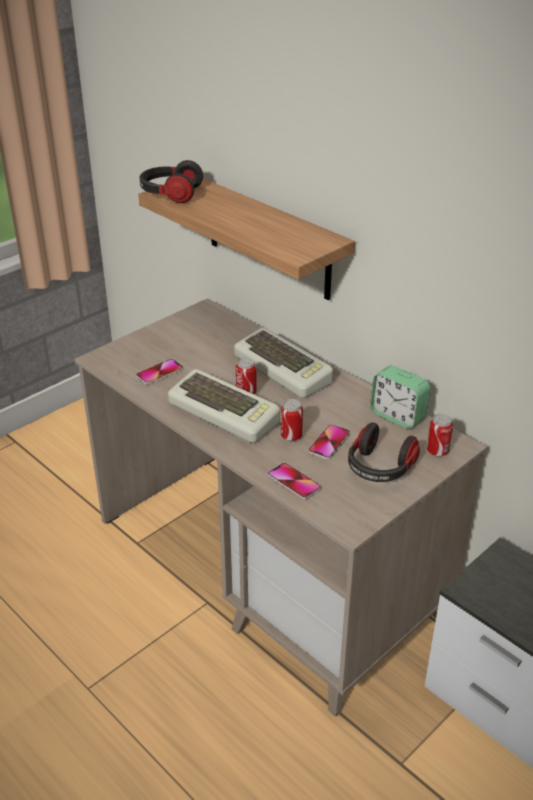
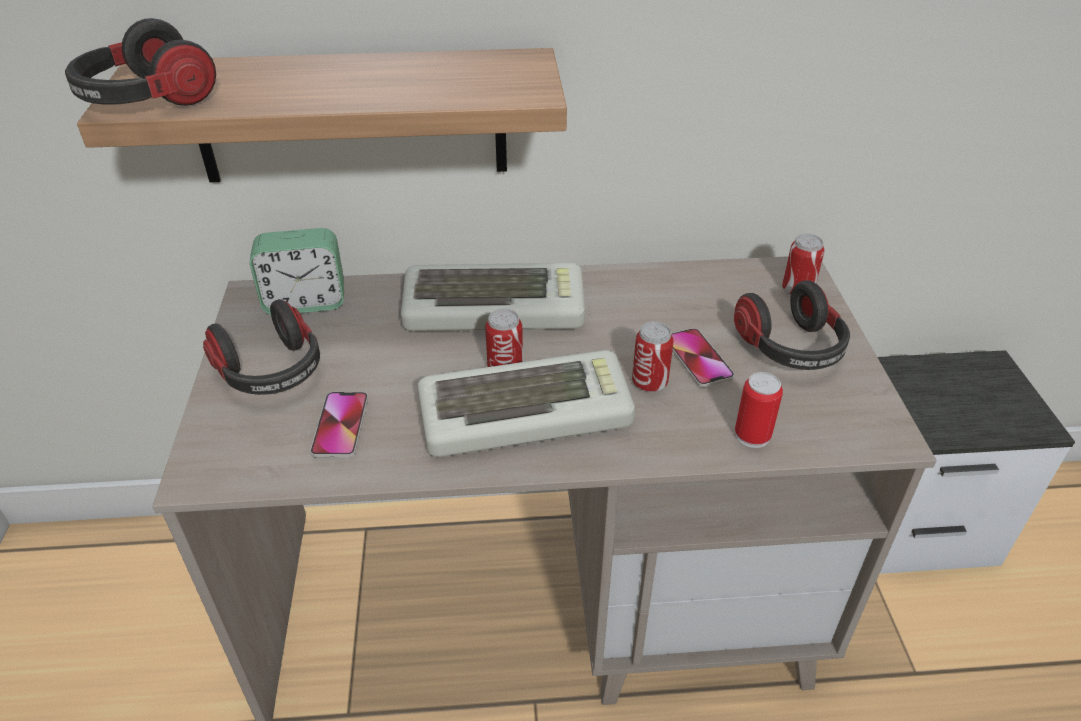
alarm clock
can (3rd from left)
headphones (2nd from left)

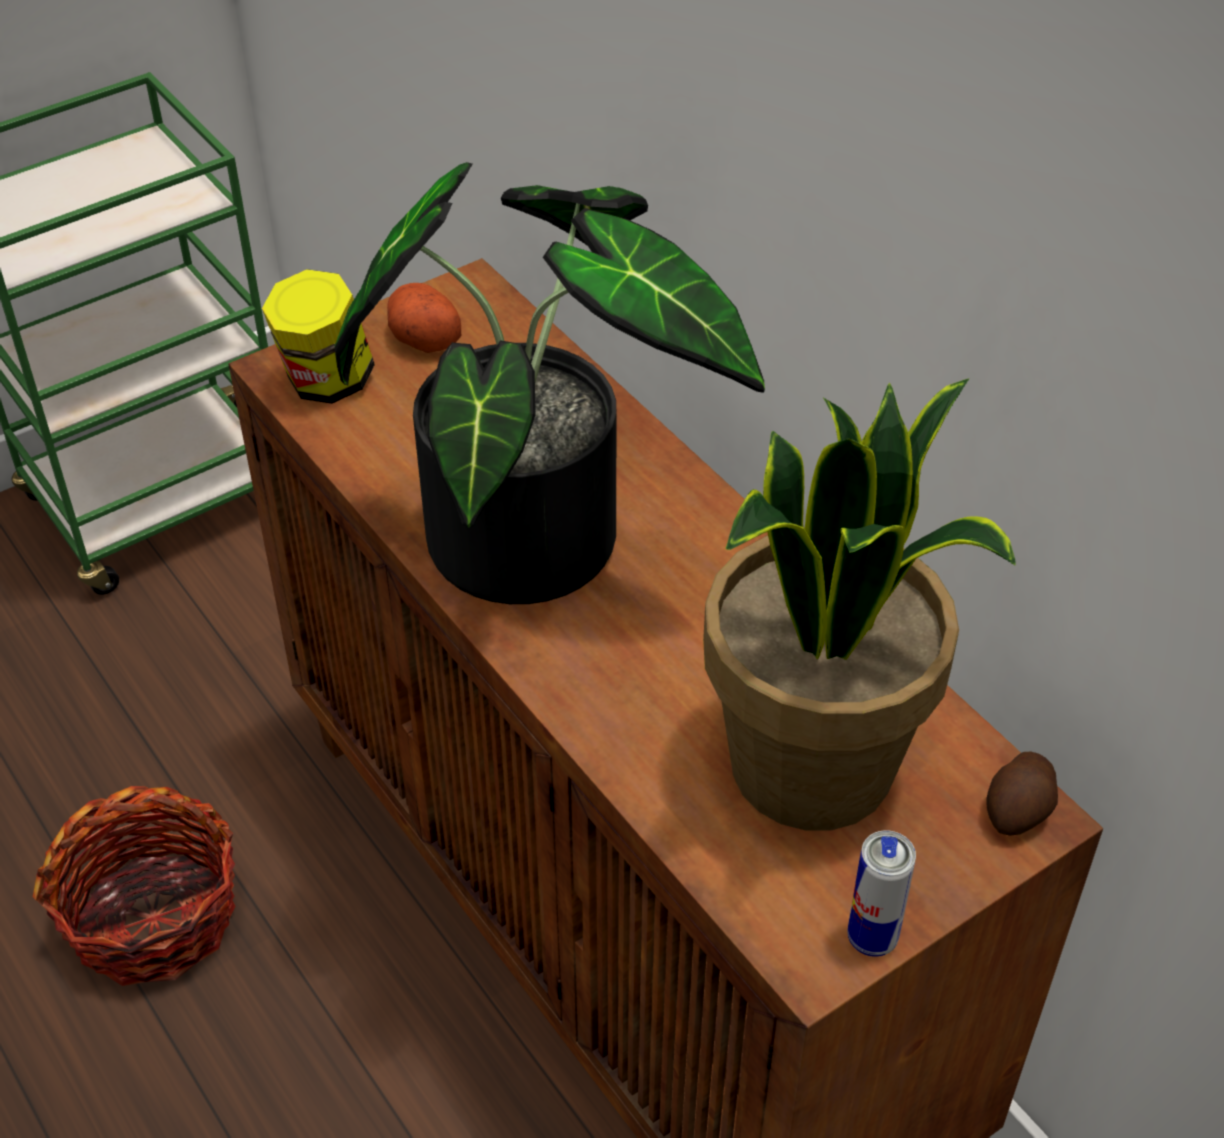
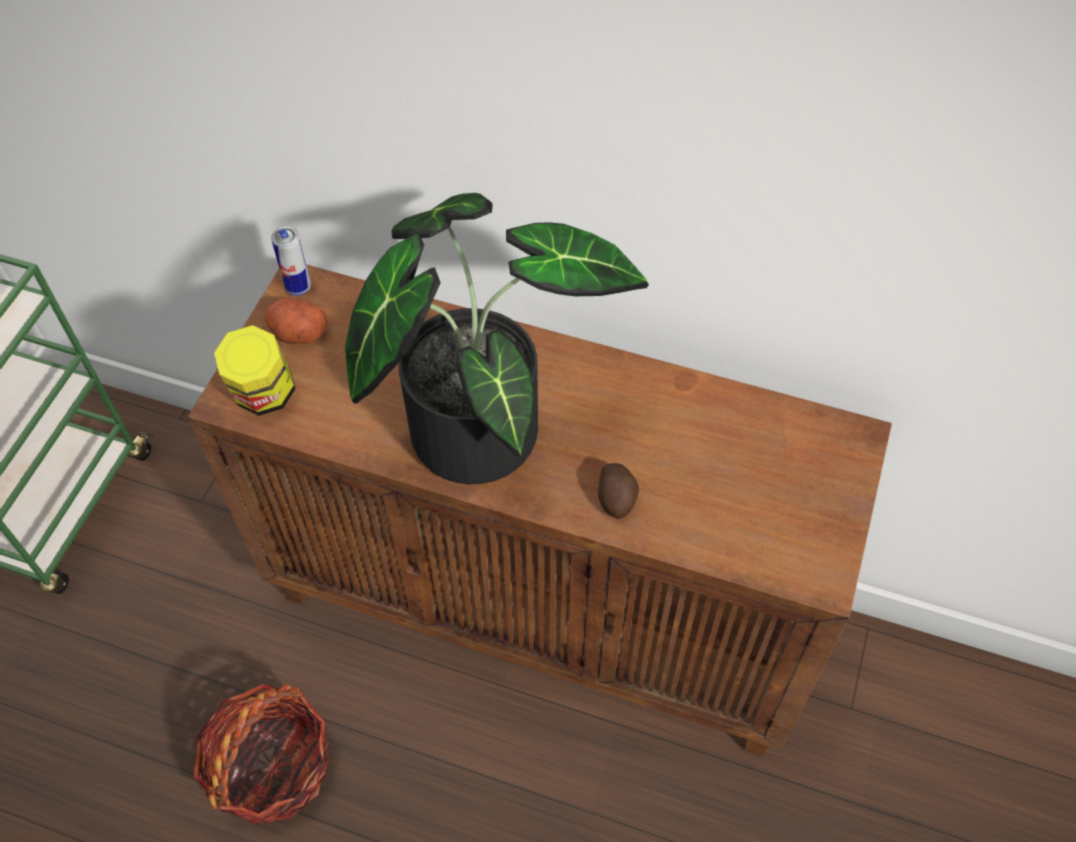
potted plant (2nd from left in the first image)
potato (2nd from left)
can

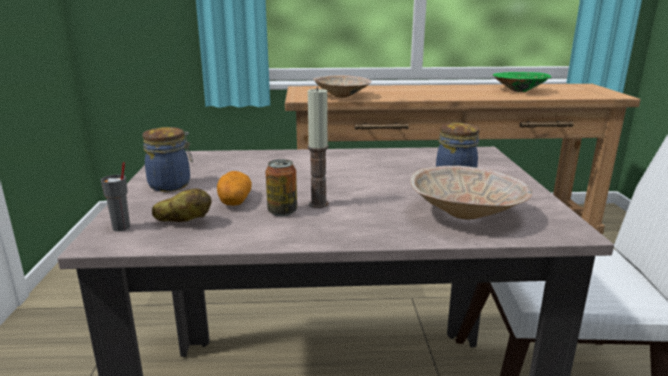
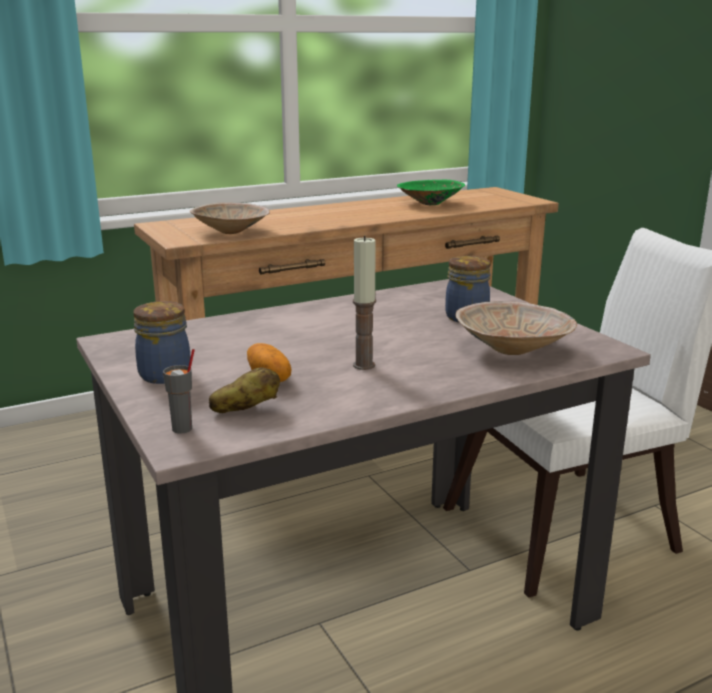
can

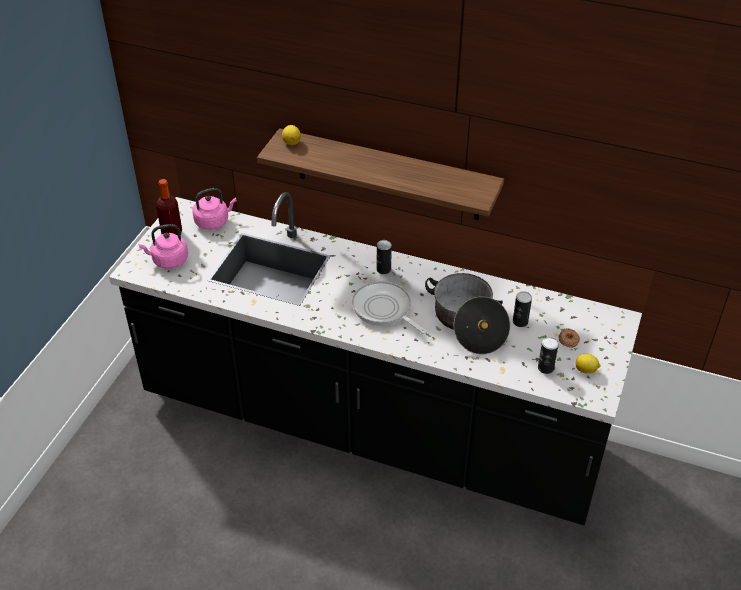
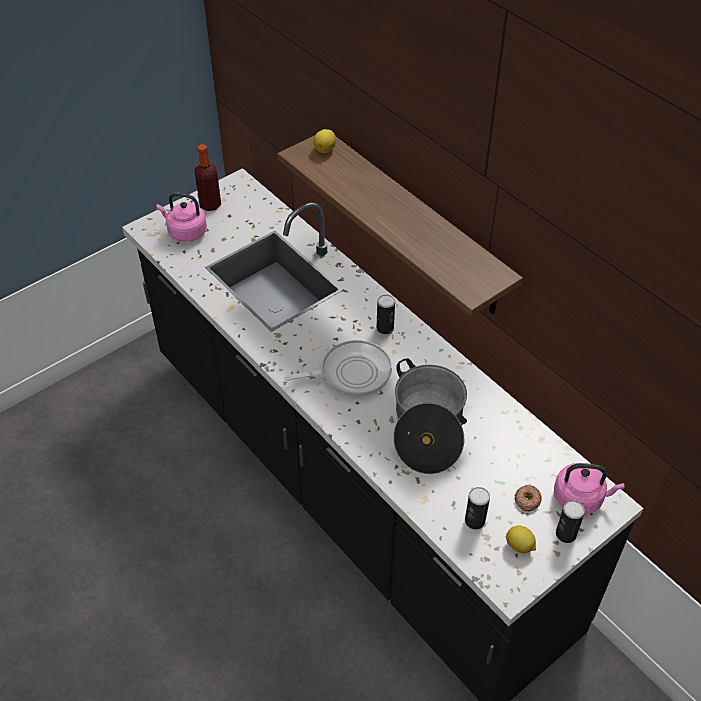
pink kettle (2nd from left)
frying pan
can (3rd from left)

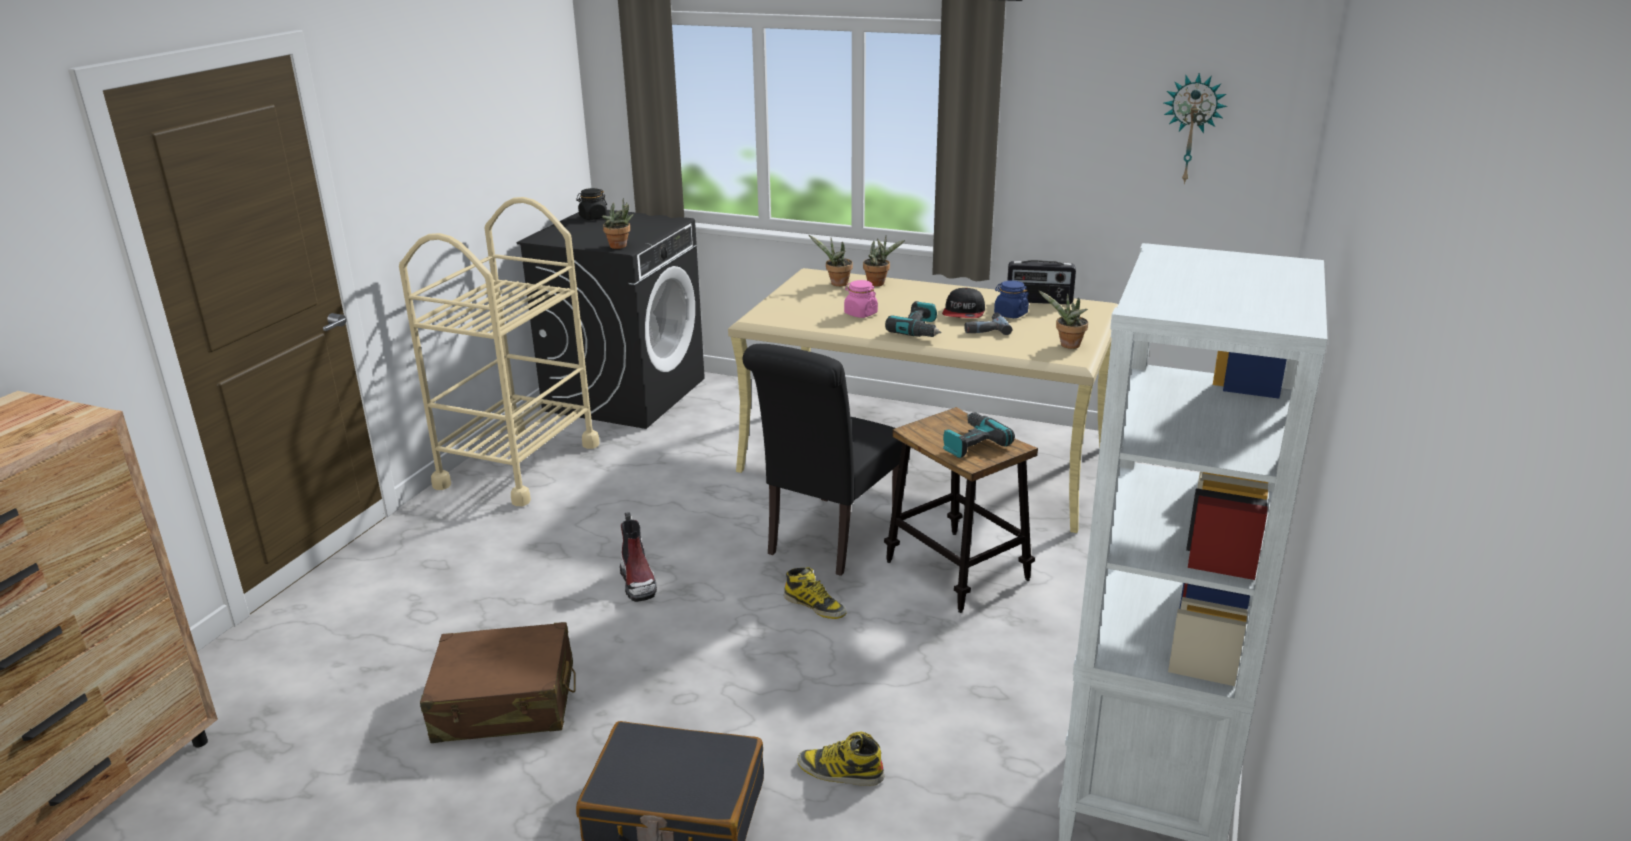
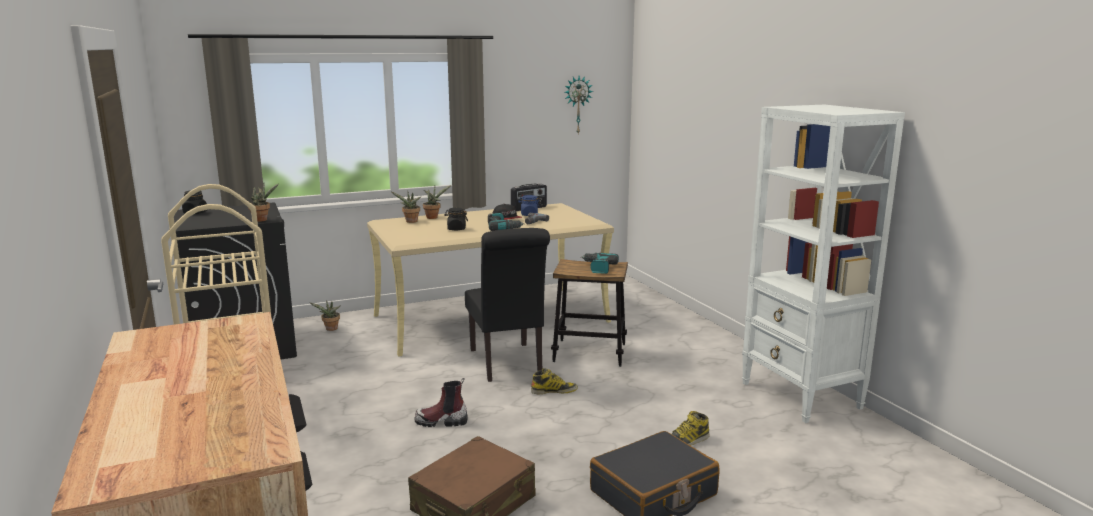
black jar (2nd from left)
potted plant (2nd from left)
boot (1st from left)

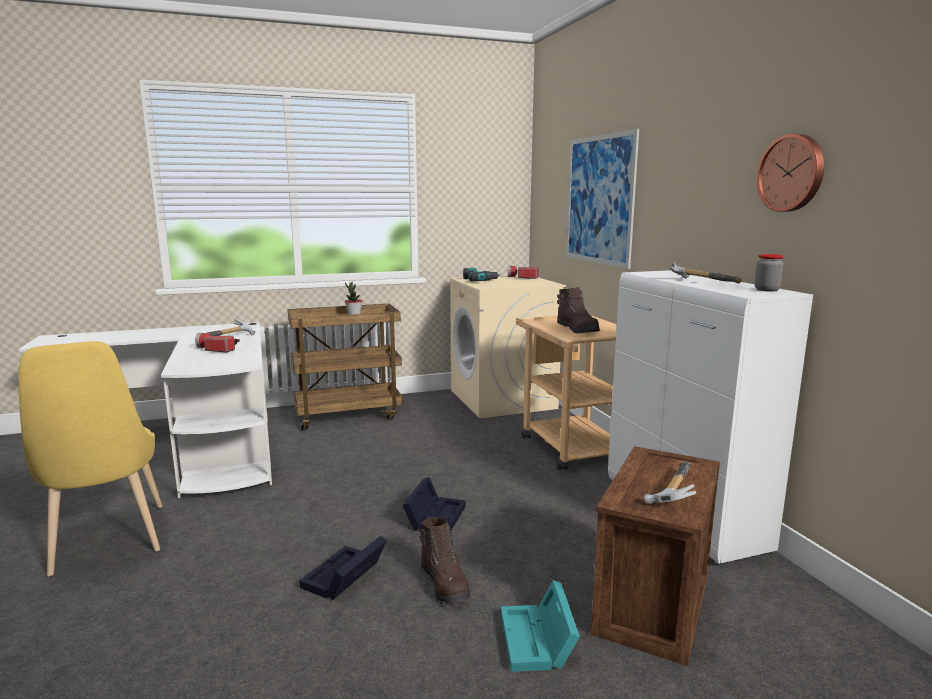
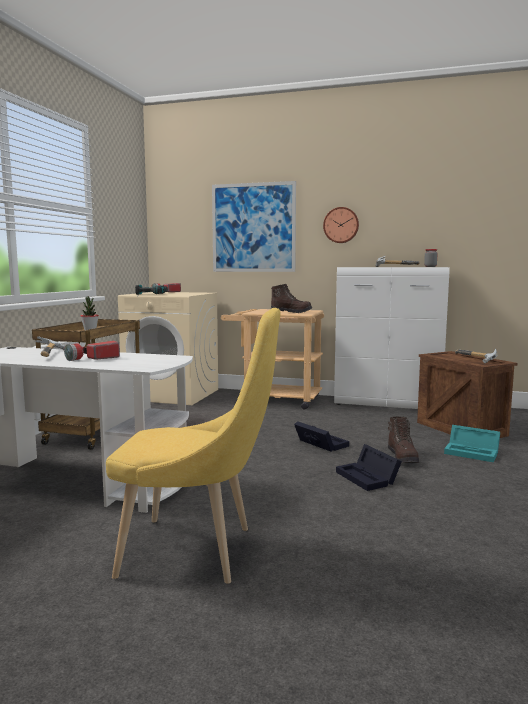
wall clock
brown boot (2nd from left)

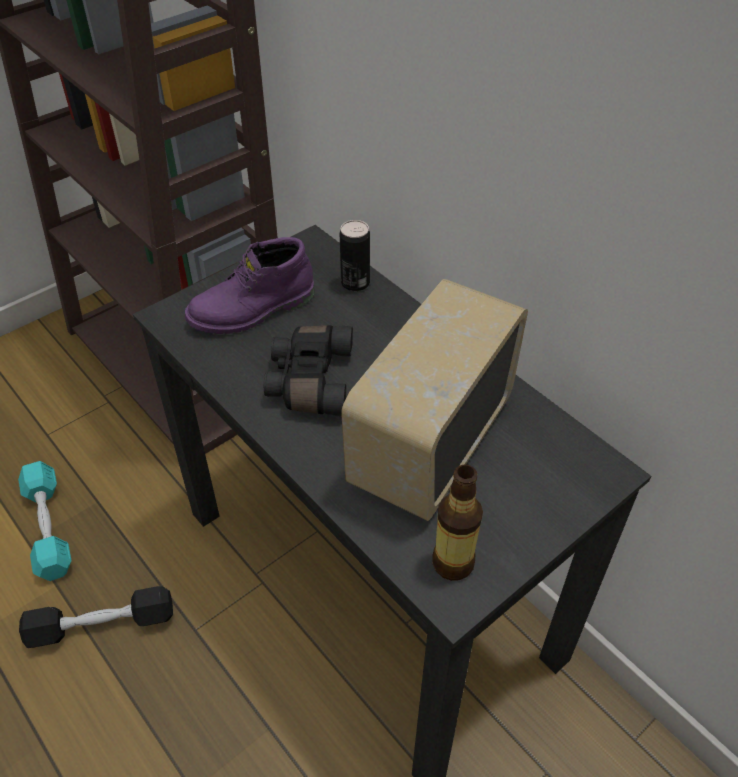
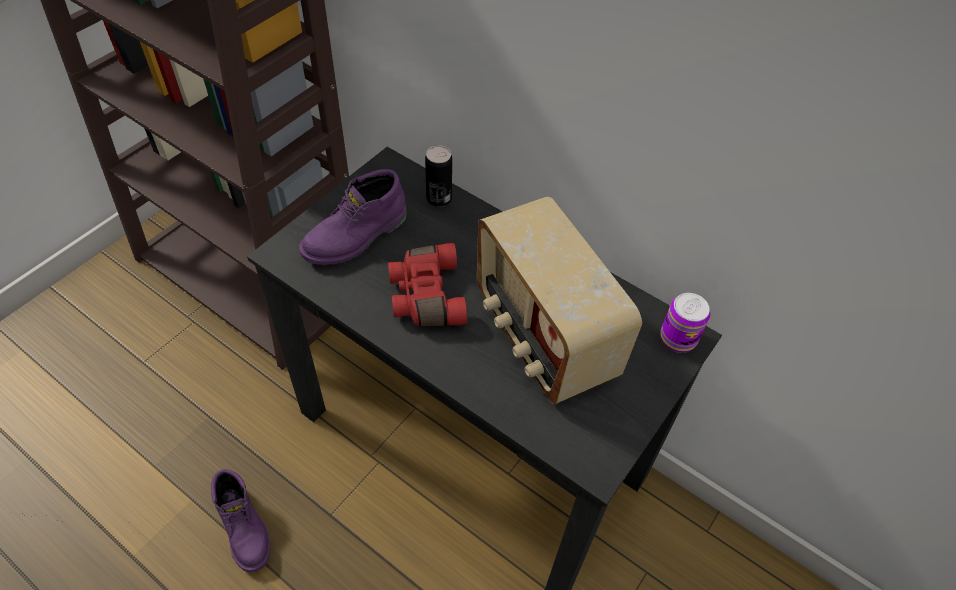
radio
red binoculars
turquoise dumbbell
bottle
purple boot (1st from left)
can (2nd from left)

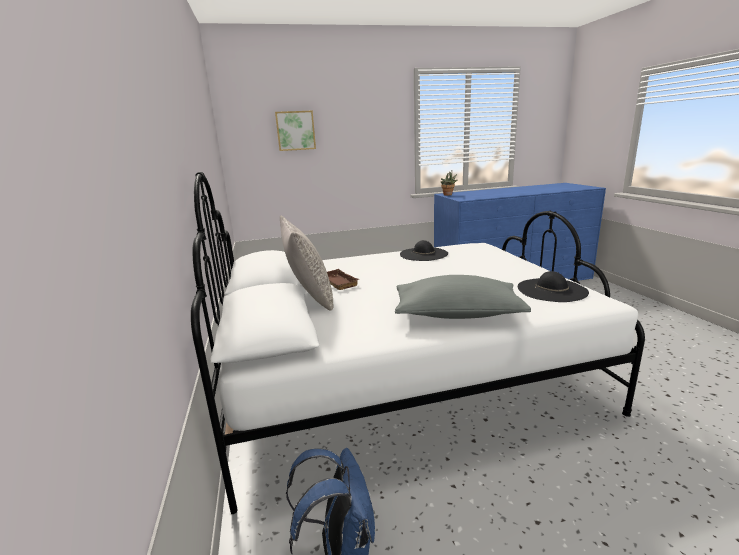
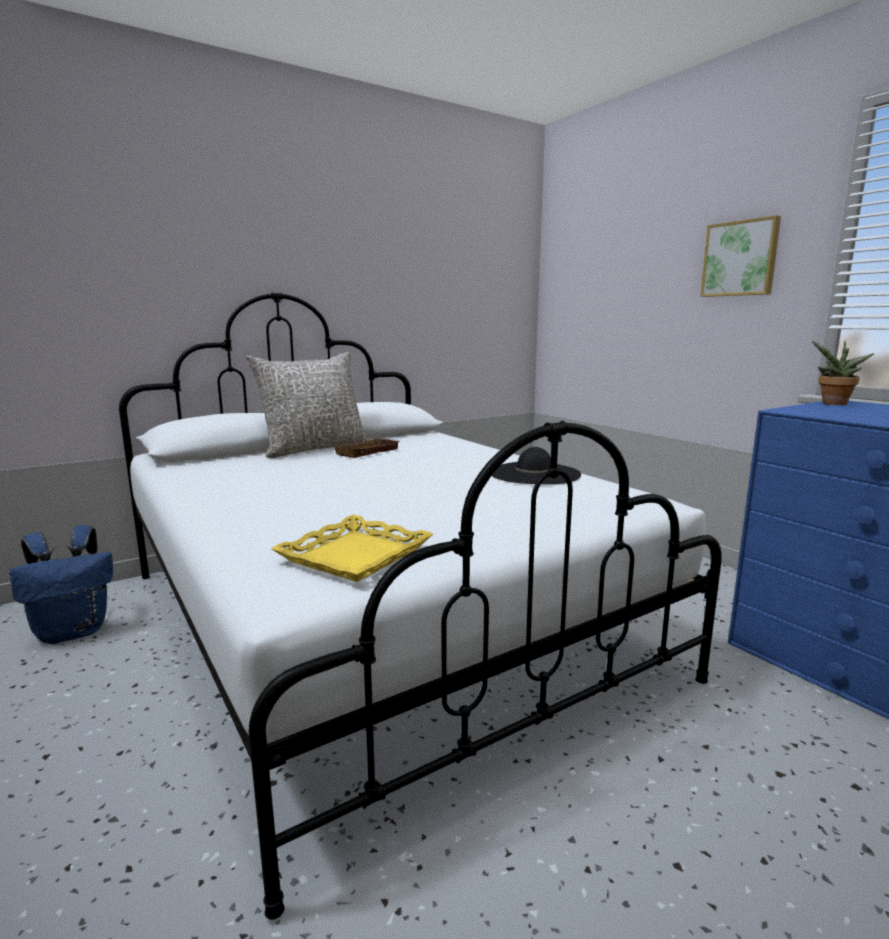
picture
yellow tray
grey pillow (2nd from left in the first image)

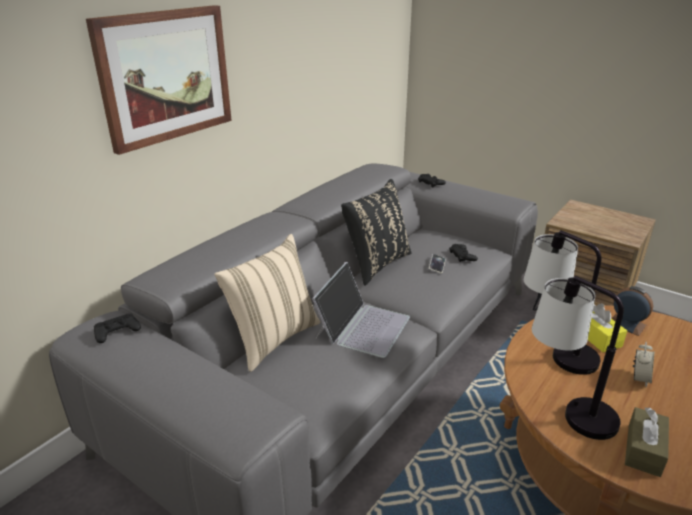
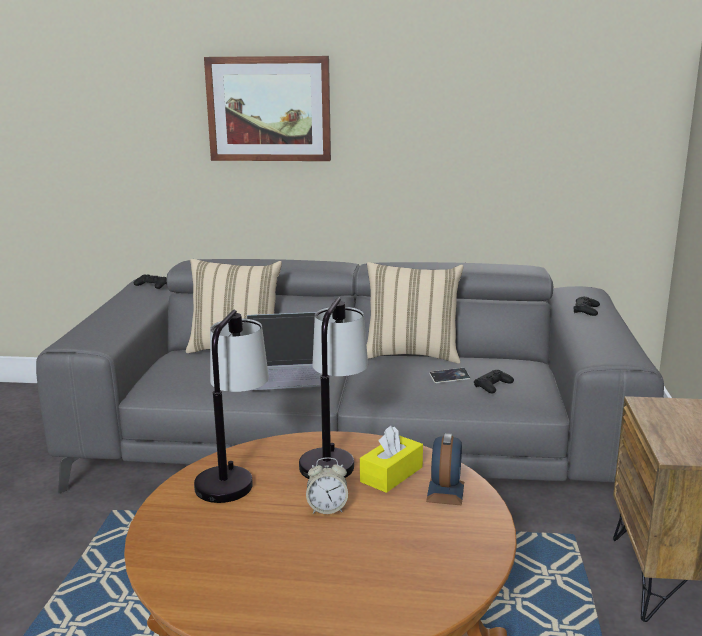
beige pillow (2nd from left)
brown tissue box

